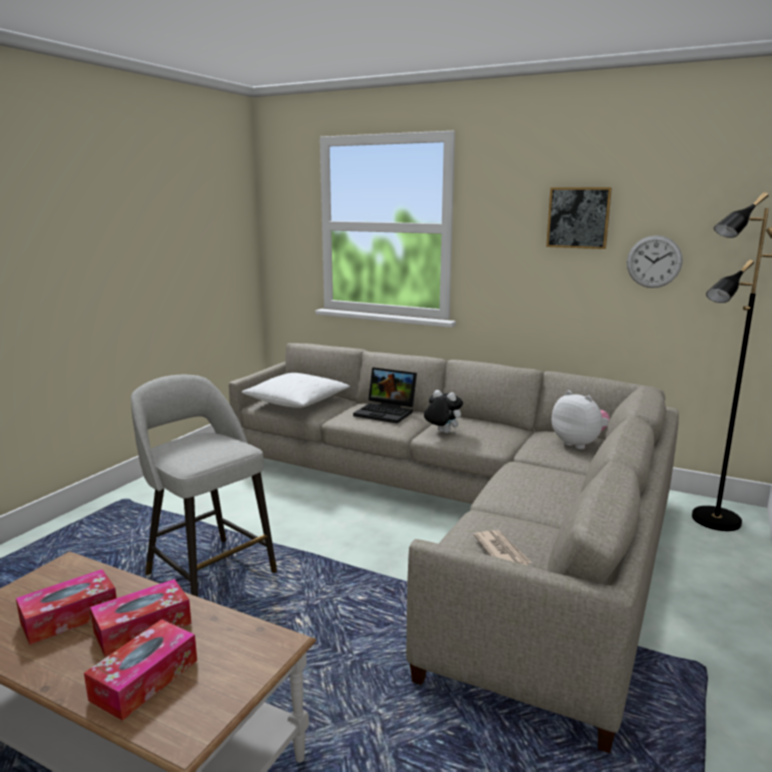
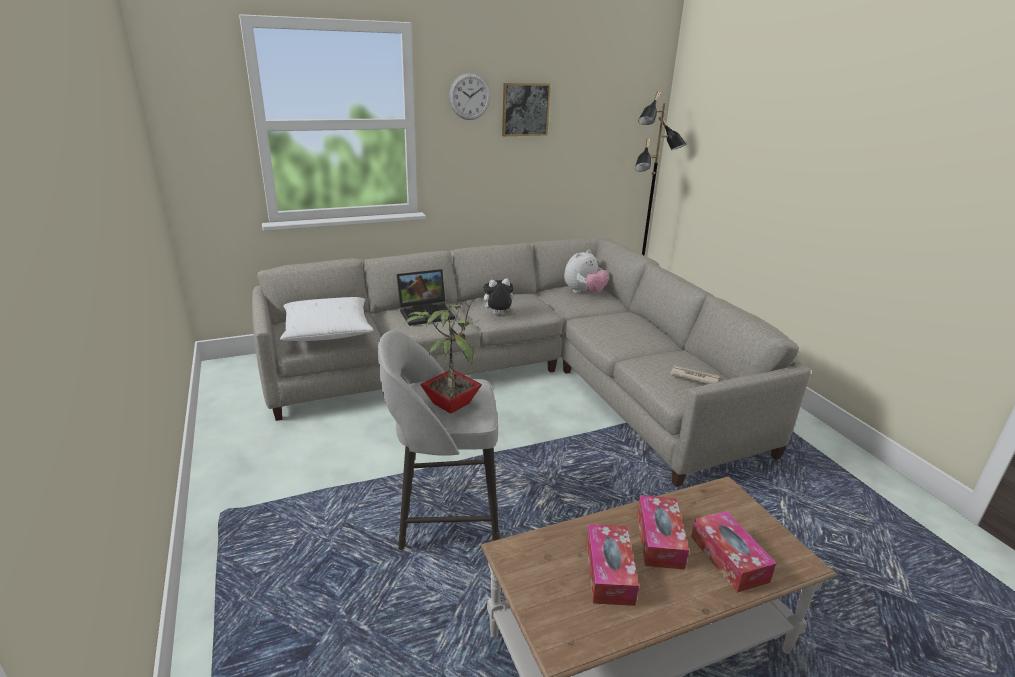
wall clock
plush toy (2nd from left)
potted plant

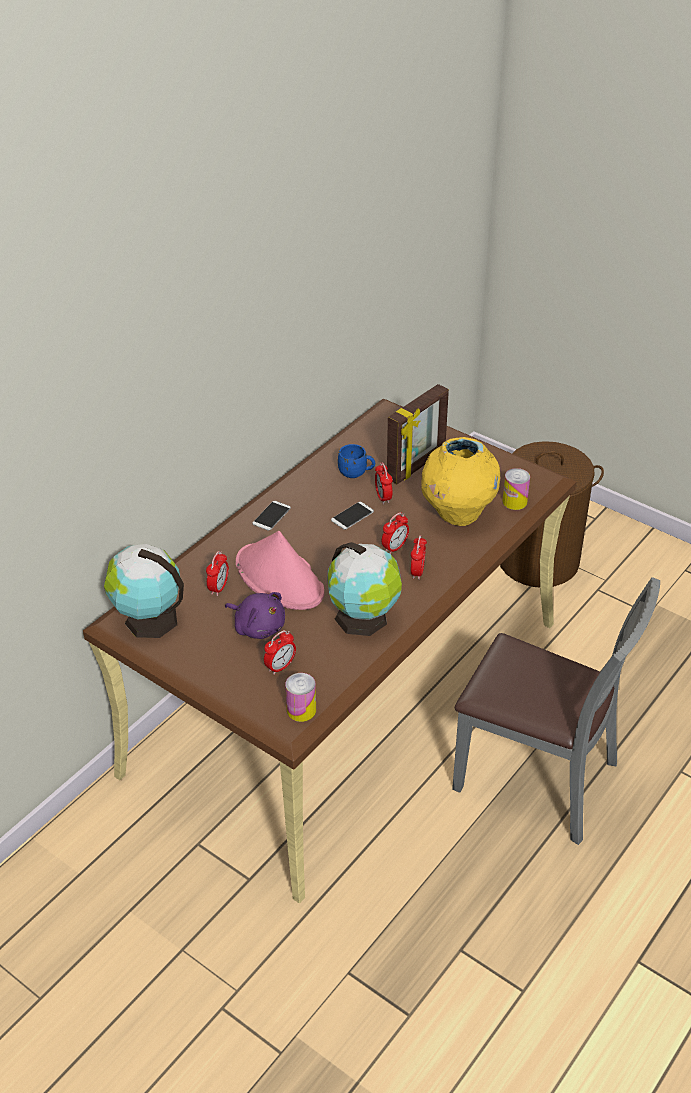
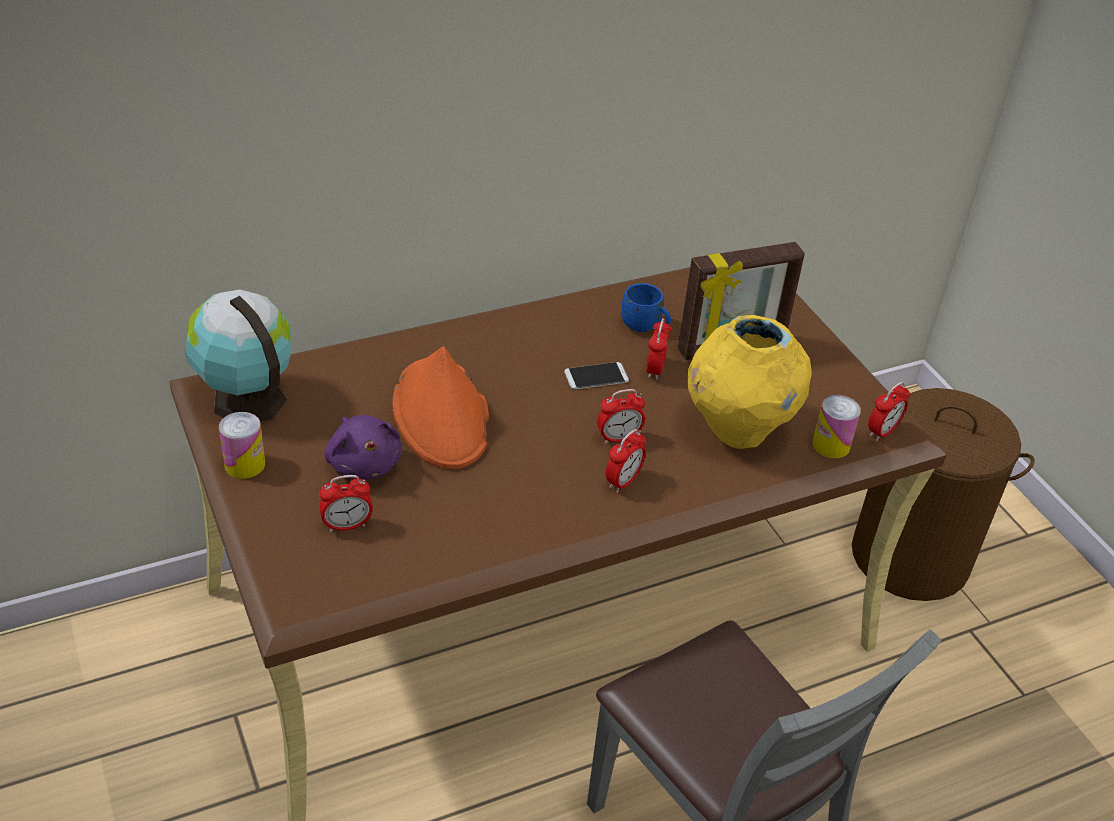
phone (1st from left in the first image)
orange hat
globe (2nd from left in the first image)
alarm clock (5th from left)
can (1st from left)

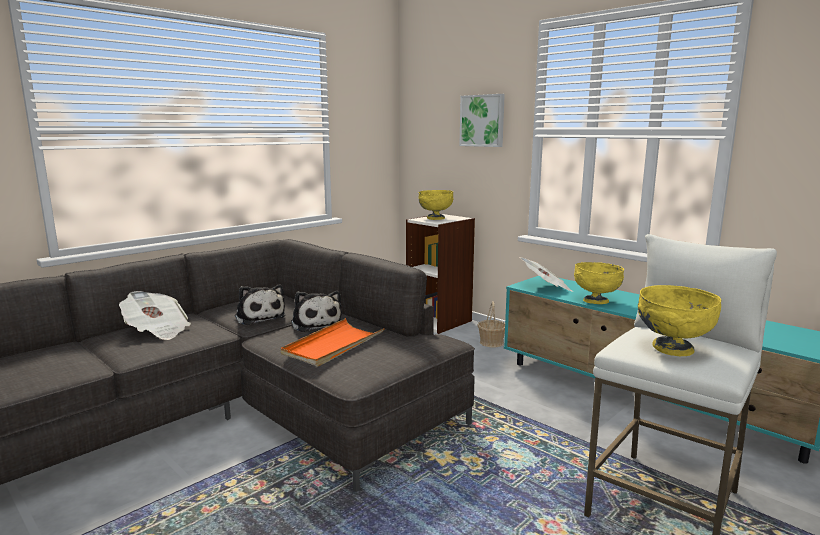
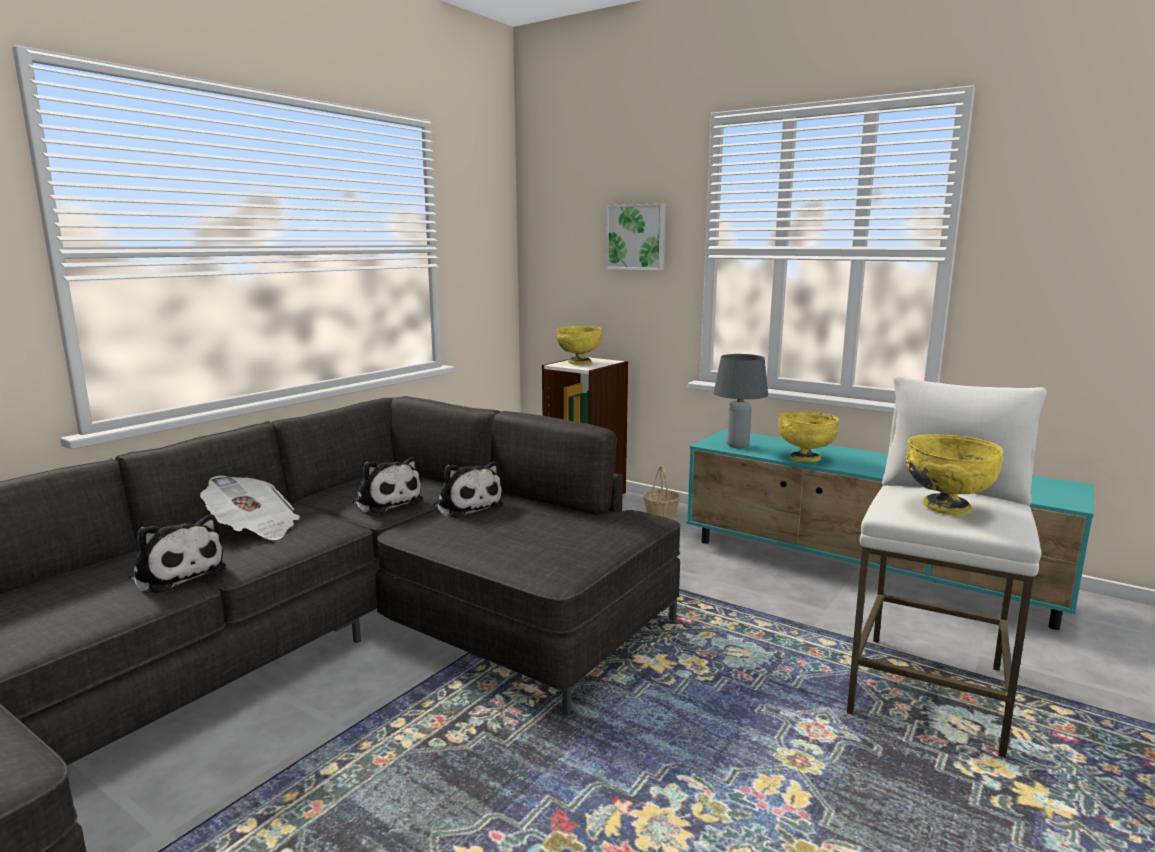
grey table lamp
orange tray
plush toy (1st from left)

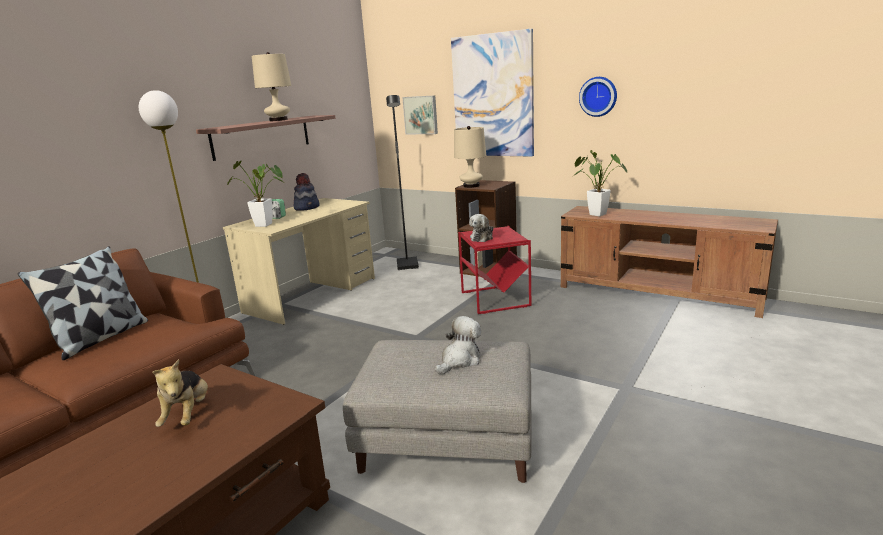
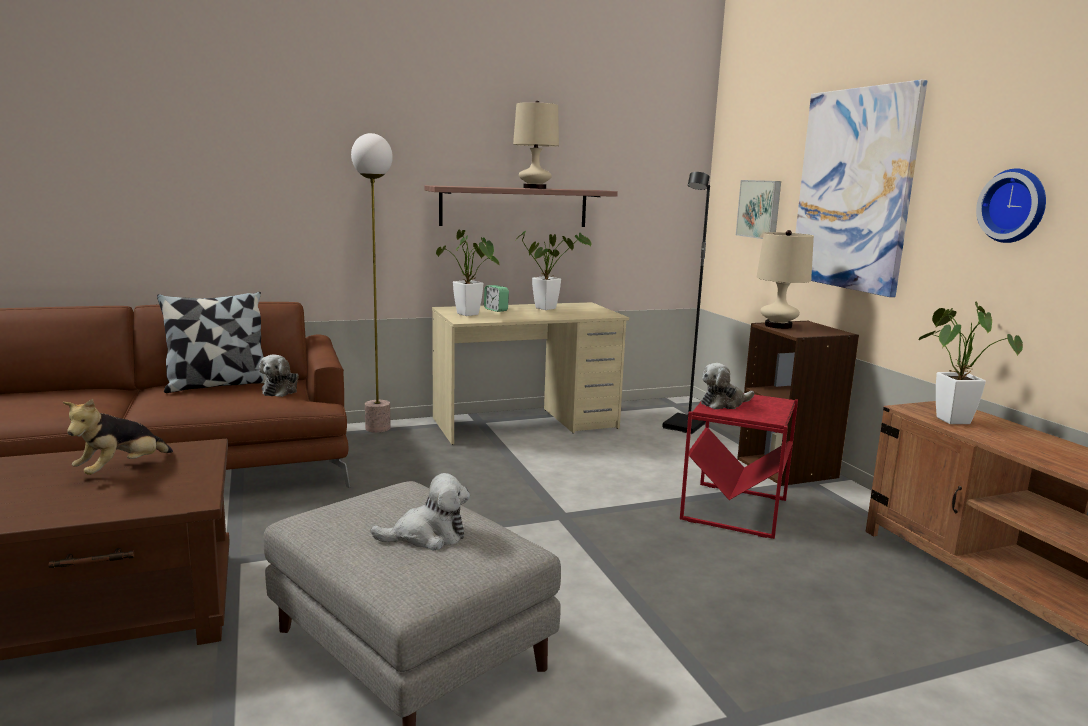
potted plant (2nd from left)
plush toy (2nd from left)

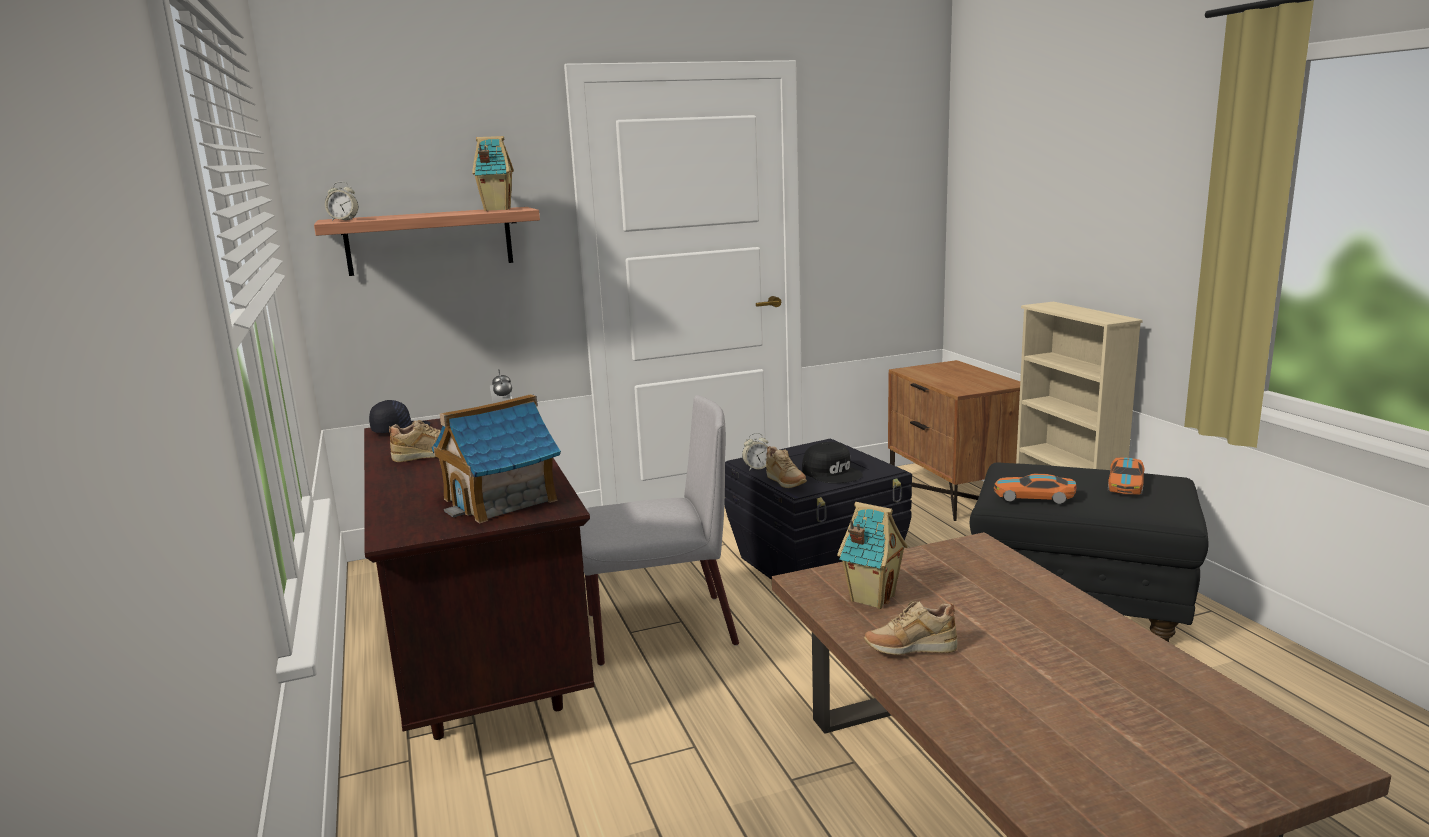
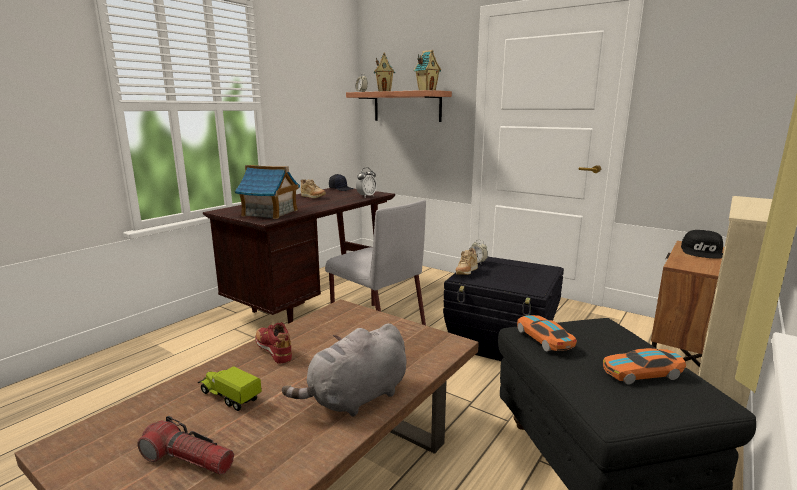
black cap (2nd from left)
toy house (2nd from left)
red shoe
grey plush toy
toy truck
flashlight

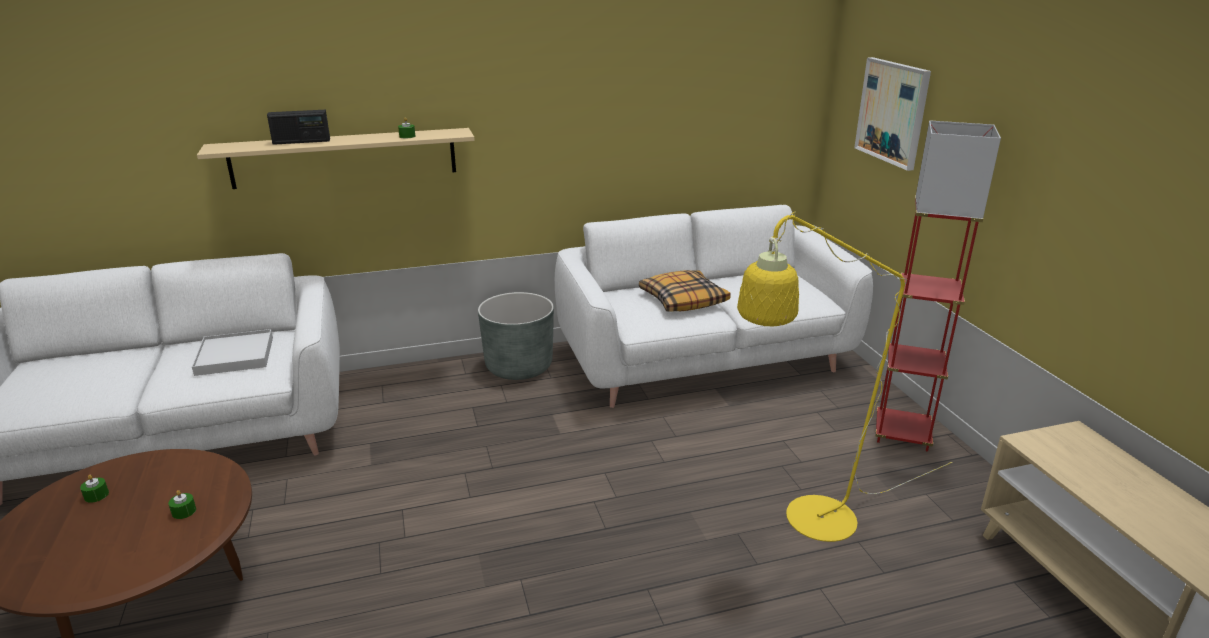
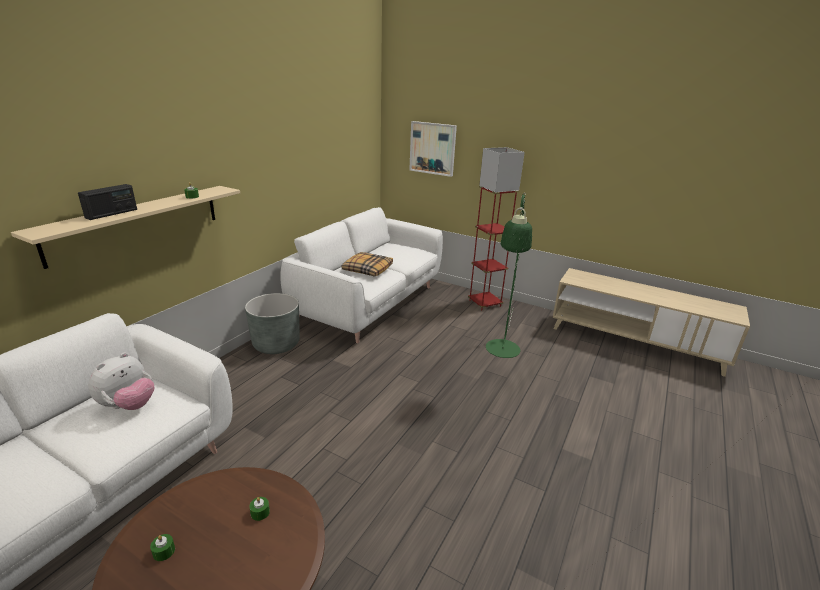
green floor lamp
plush toy

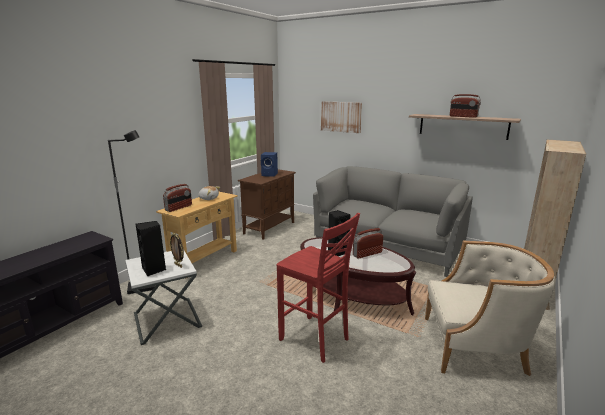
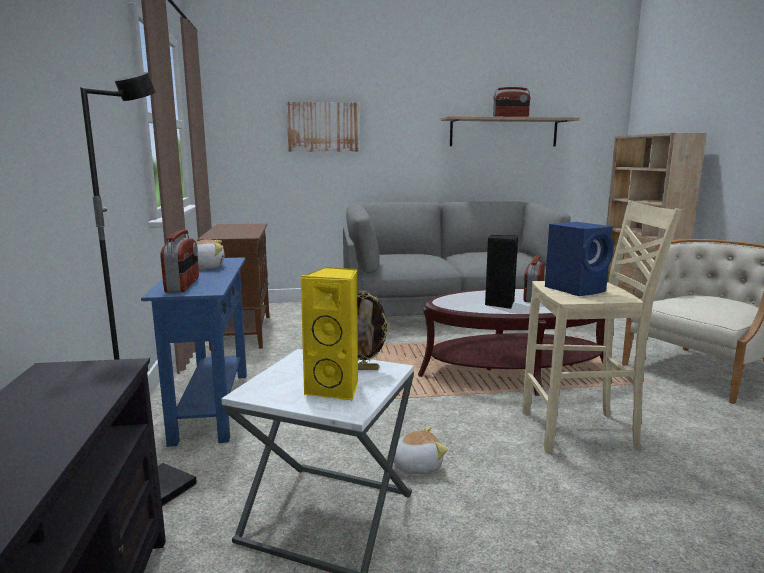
blue speaker
blue console table
beige stool
yellow speaker
plush toy (2nd from left)

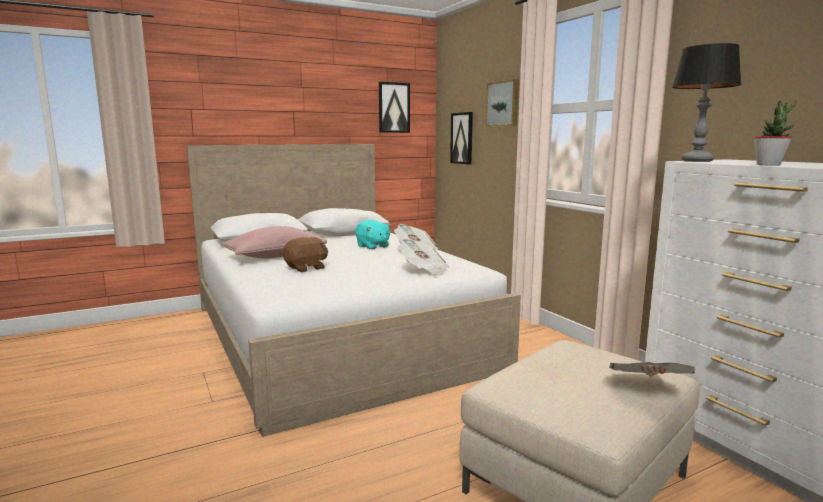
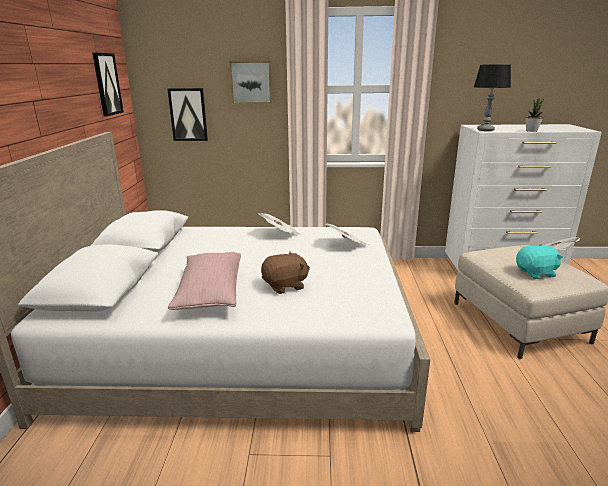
turquoise plush toy
brown plush toy

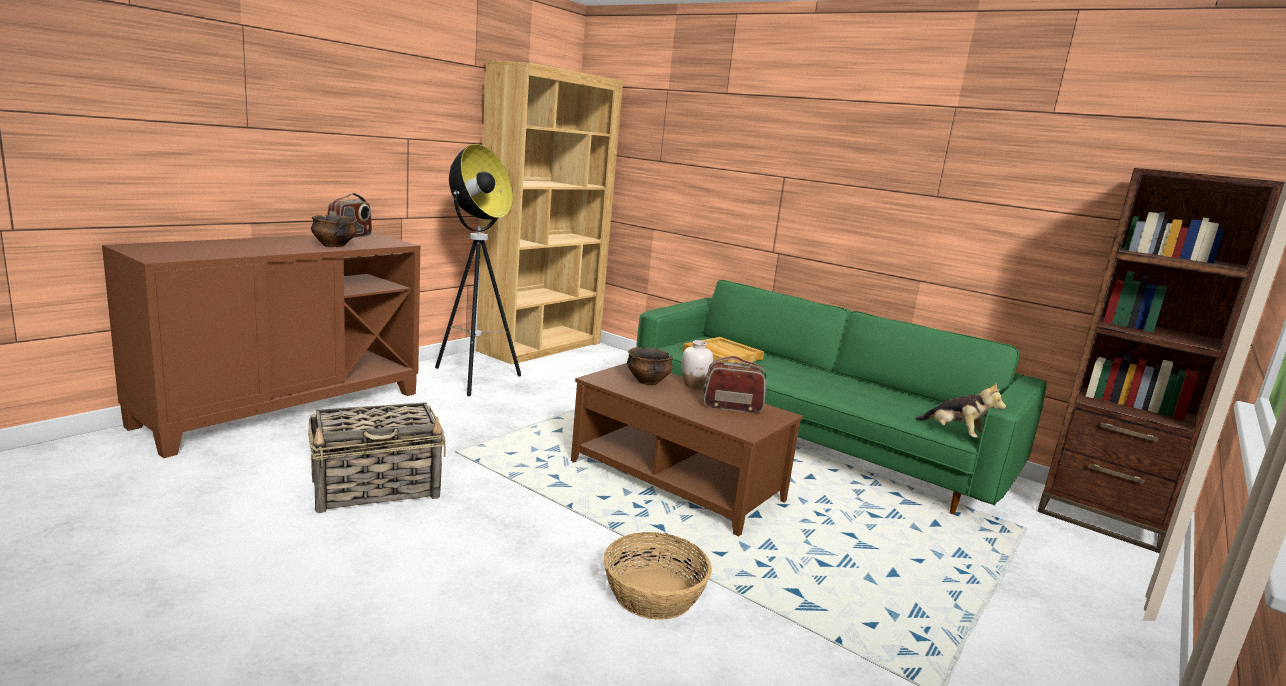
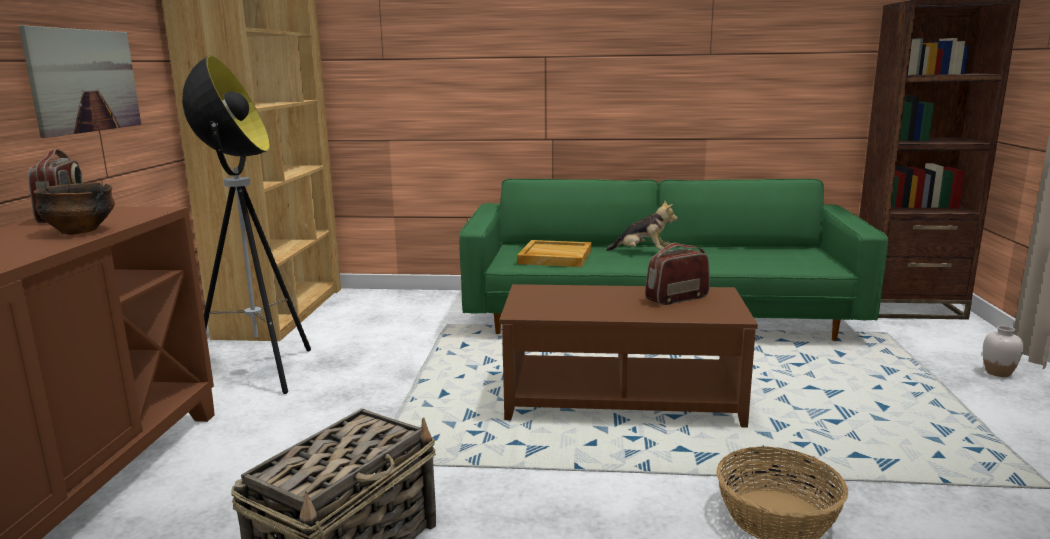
white vase
bowl (2nd from left in the first image)
plush toy
picture

